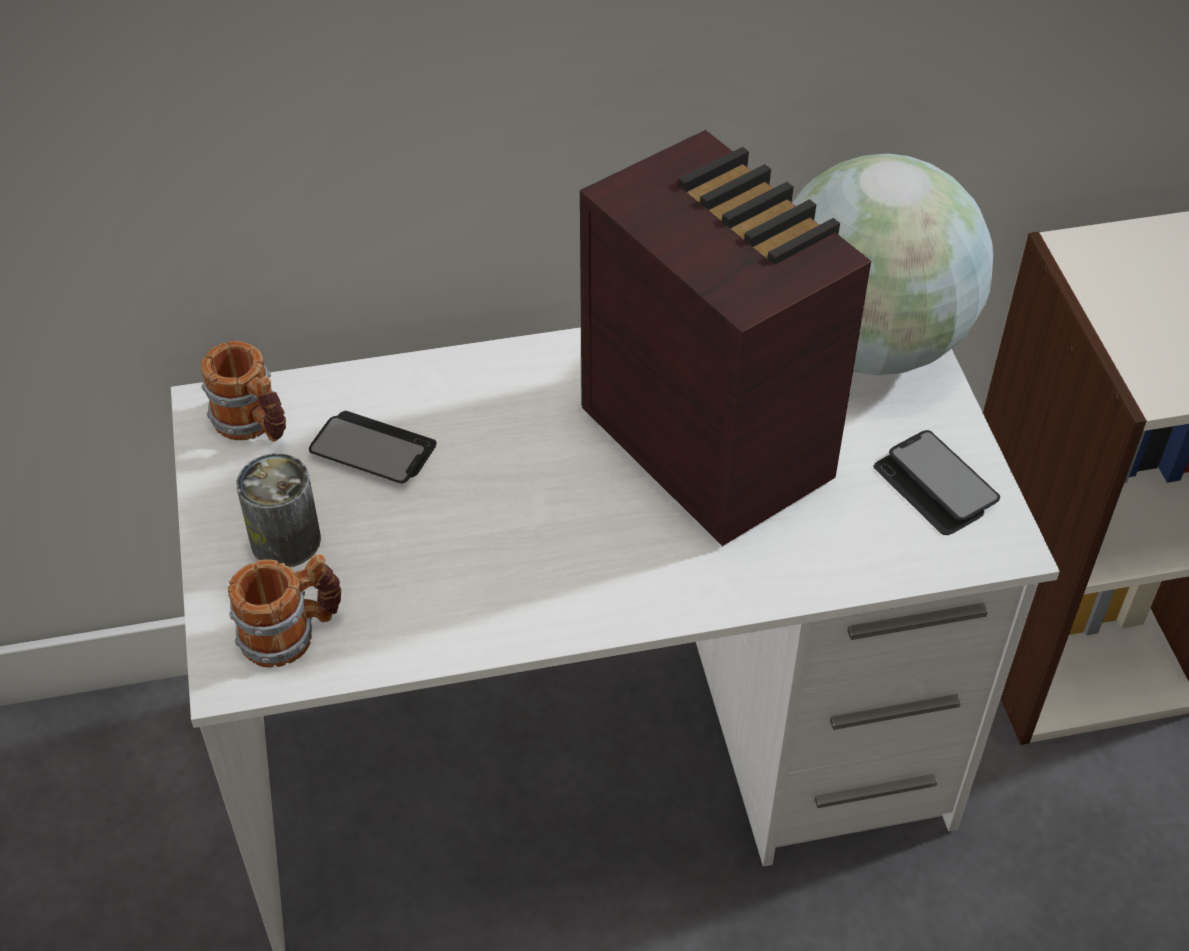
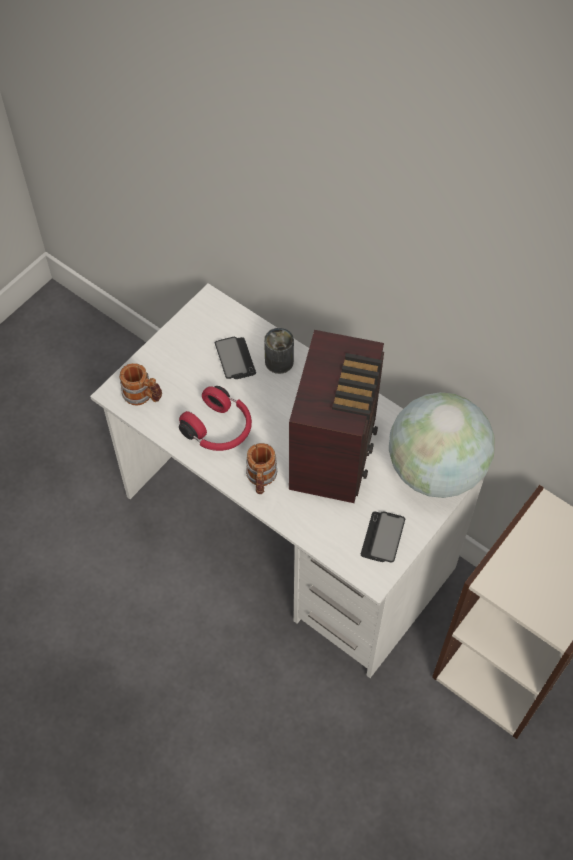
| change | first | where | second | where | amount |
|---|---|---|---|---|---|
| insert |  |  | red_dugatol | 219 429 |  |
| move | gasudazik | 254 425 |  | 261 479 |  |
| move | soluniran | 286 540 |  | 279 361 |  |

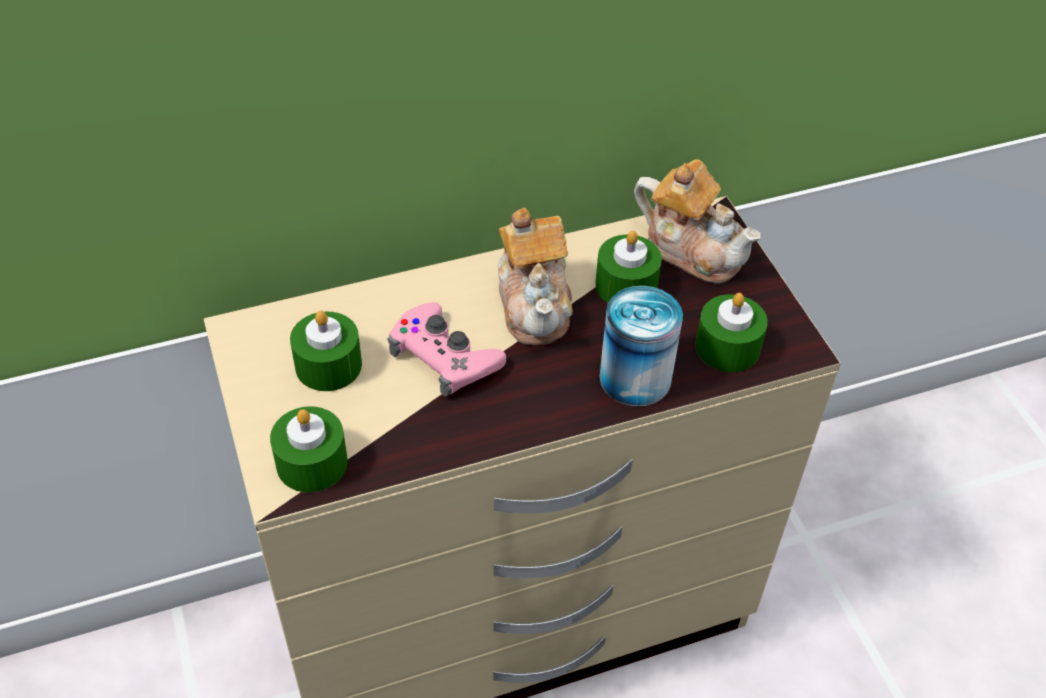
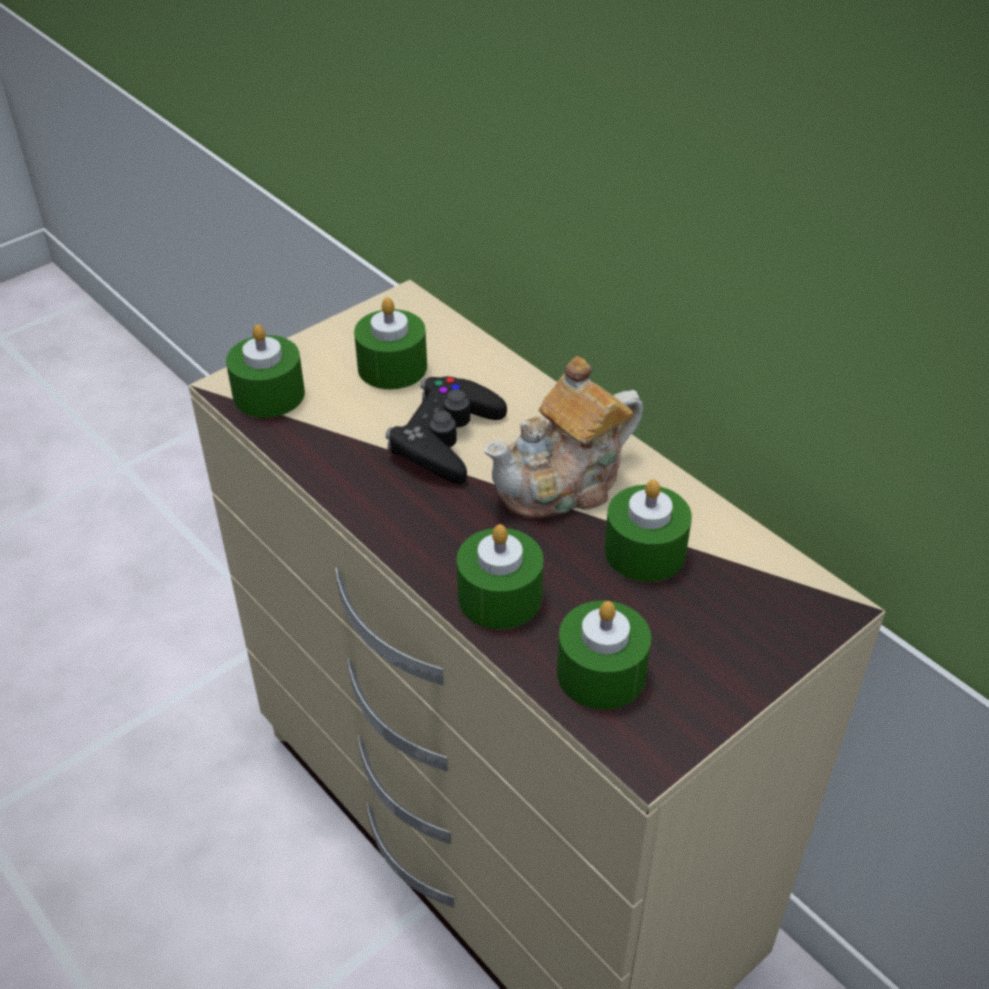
| change | first | where | second | where | amount |
|---|---|---|---|---|---|
| delete | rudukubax | 692 250 |  |  |  |
| replace | soluniran | 635 378 | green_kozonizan | 499 596 |  |
| recolor | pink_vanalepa | 444 357 | black_vanalepa | 446 439 |  |

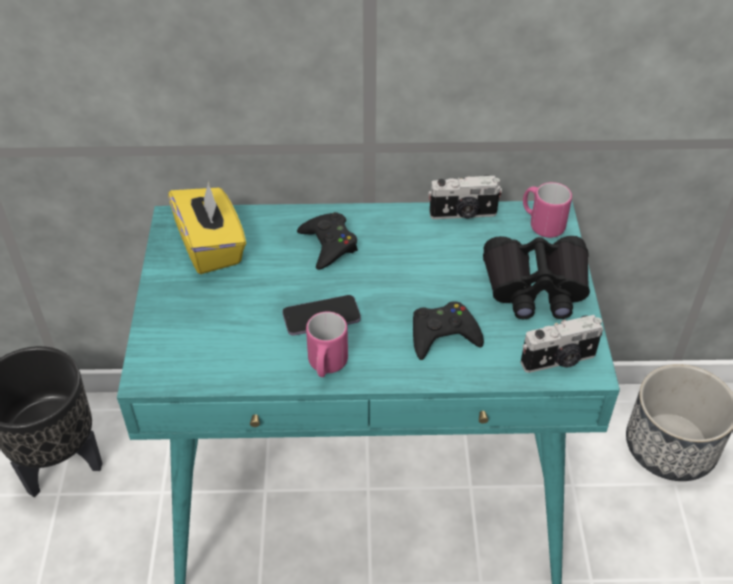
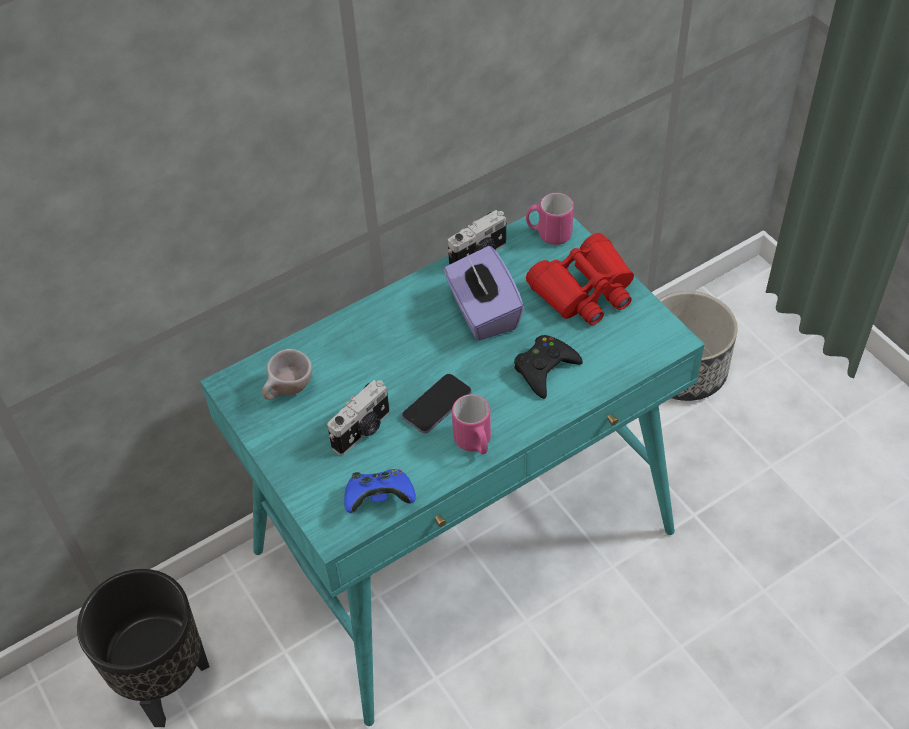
| change | first | where | second | where | amount |
|---|---|---|---|---|---|
| delete | black_vanalepa | 329 245 |  |  |  |
| insert |  |  | blue_vanalepa | 380 499 |  |
| insert |  |  | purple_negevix | 483 312 |  |
| move | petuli | 559 361 |  | 363 431 |  |
| replace | yellow_negevix | 211 247 | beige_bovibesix | 288 392 |  |
| recolor | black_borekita | 536 286 | red_borekita | 584 291 |  |

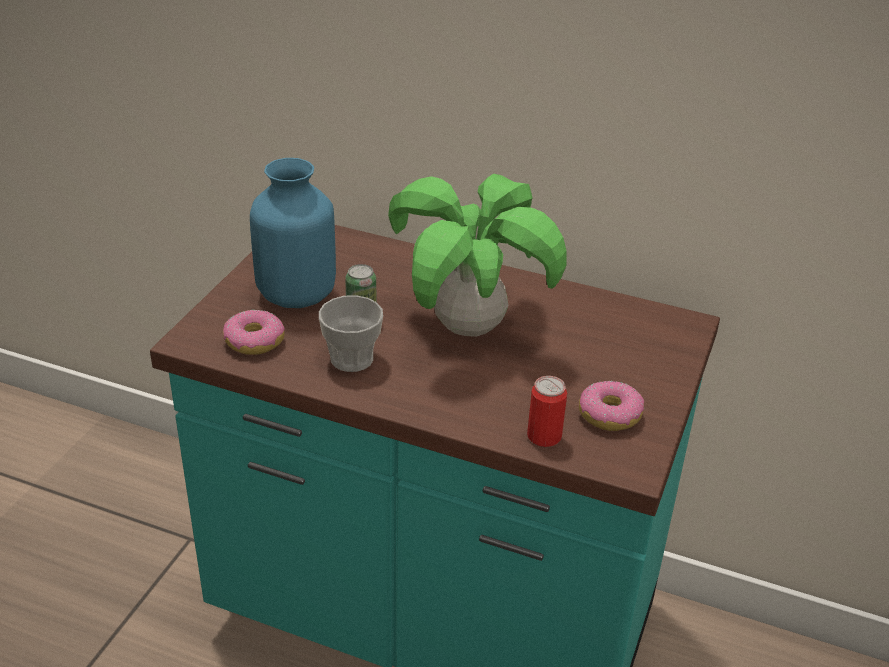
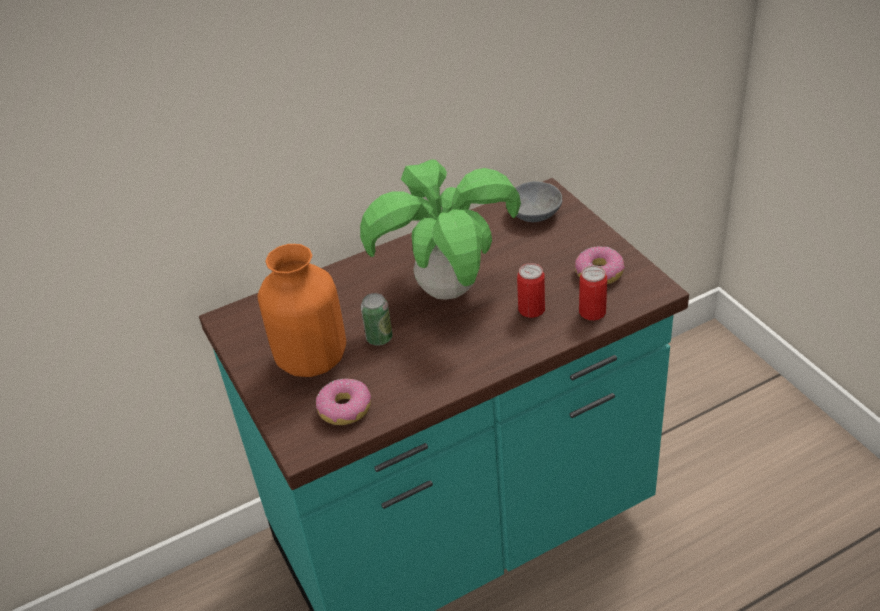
| change | first | where | second | where | amount |
|---|---|---|---|---|---|
| delete | bovibesix | 352 359 |  |  |  |
| insert |  |  | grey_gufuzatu | 532 212 |  |
| insert |  |  | soluniran | 531 309 |  |
| recolor | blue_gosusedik | 297 295 | orange_gosusedik | 313 359 |  |

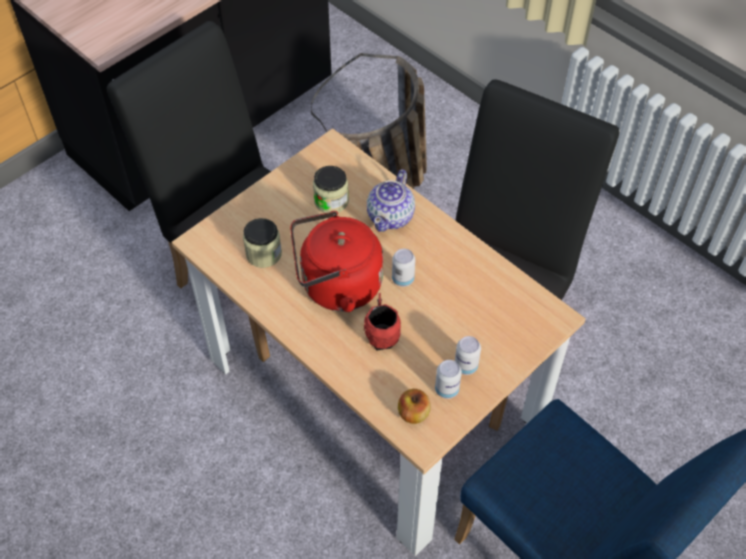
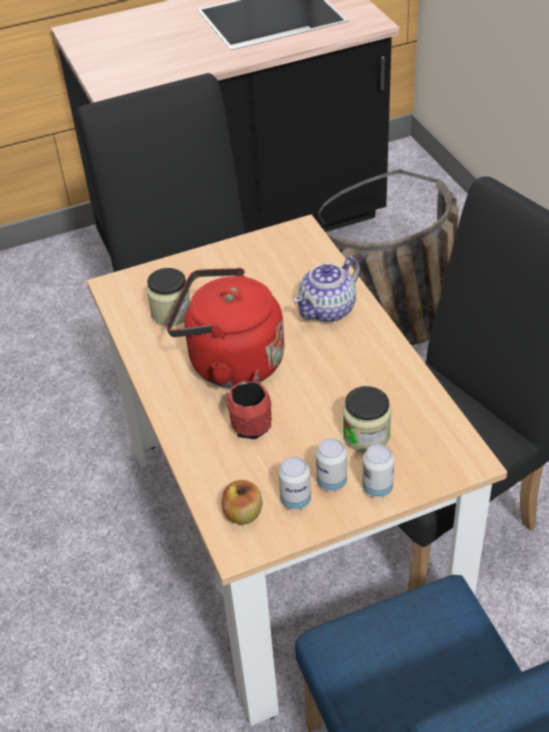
| change | first | where | second | where | amount |
|---|---|---|---|---|---|
| move | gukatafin | 331 201 |  | 366 435 |  |
| move | soluniran | 403 279 |  | 377 488 |  |

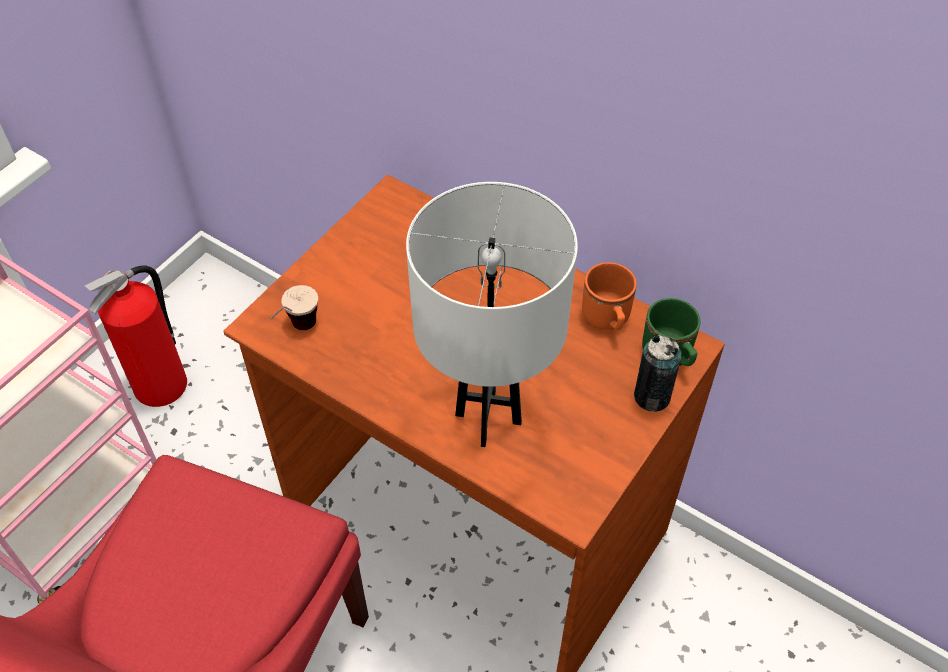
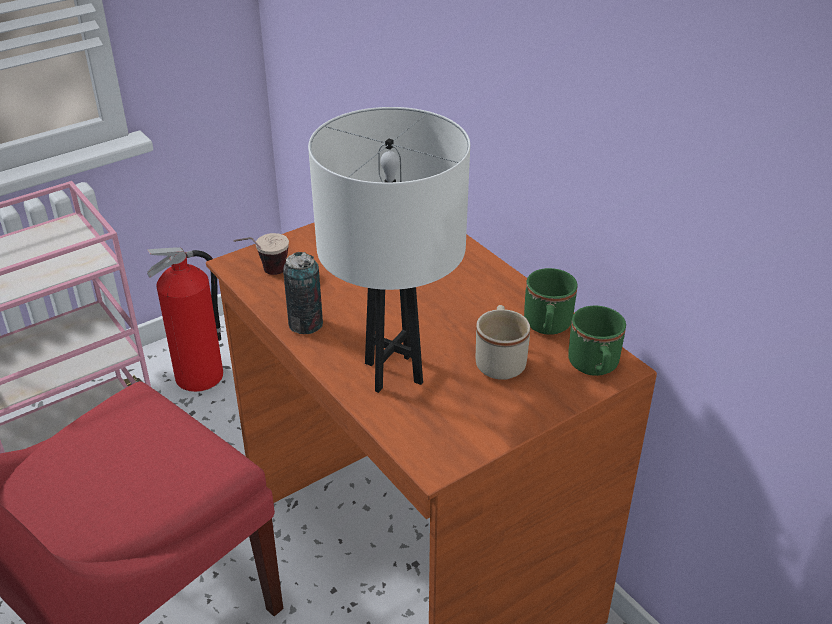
| change | first | where | second | where | amount |
|---|---|---|---|---|---|
| insert |  |  | beige_gasudazik | 500 360 |  |
| move | soluniran | 652 397 |  | 305 324 |  |
| recolor | orange_gasudazik | 607 319 | green_gasudazik | 547 327 |  |

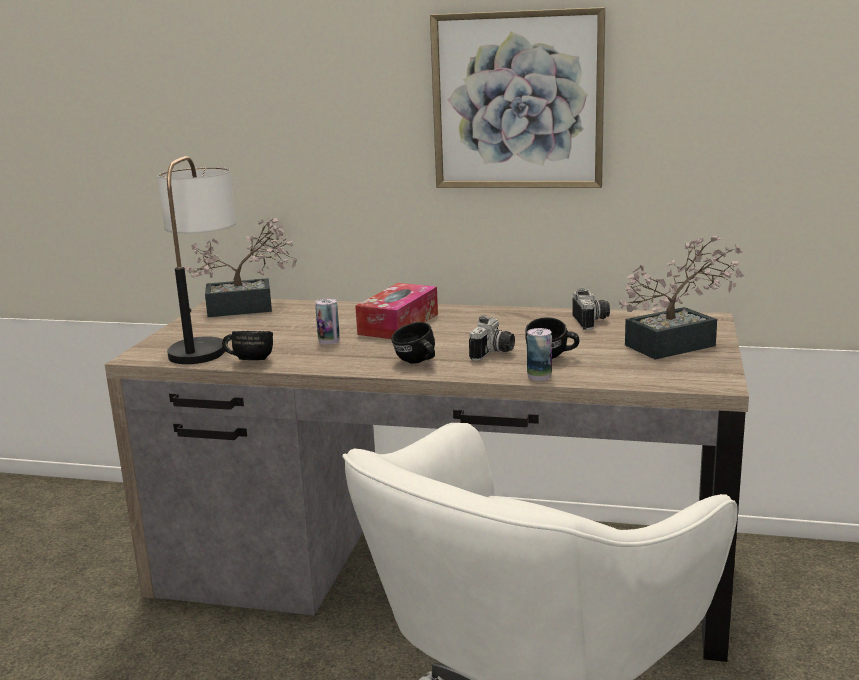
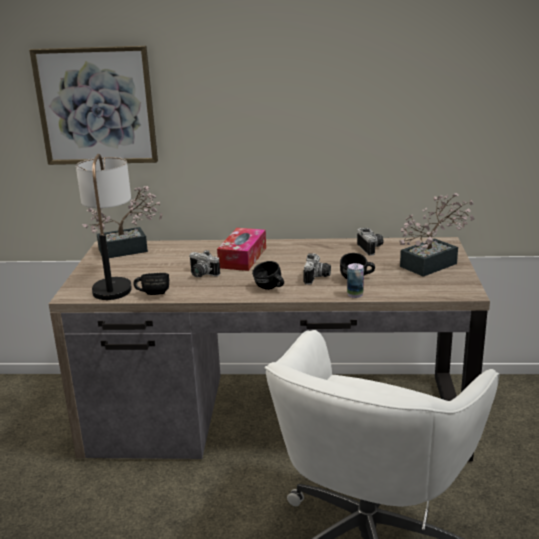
| change | first | where | second | where | amount |
|---|---|---|---|---|---|
| move | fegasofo | 517 101 |  | 96 106 |  |
| replace | soluniran | 329 341 | petuli | 201 274 |  |

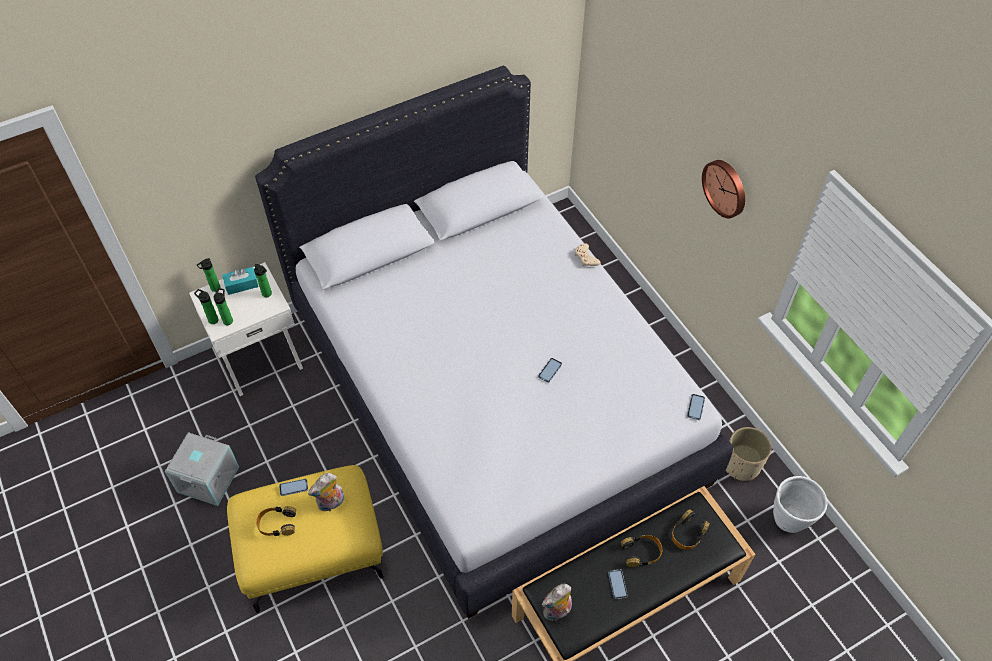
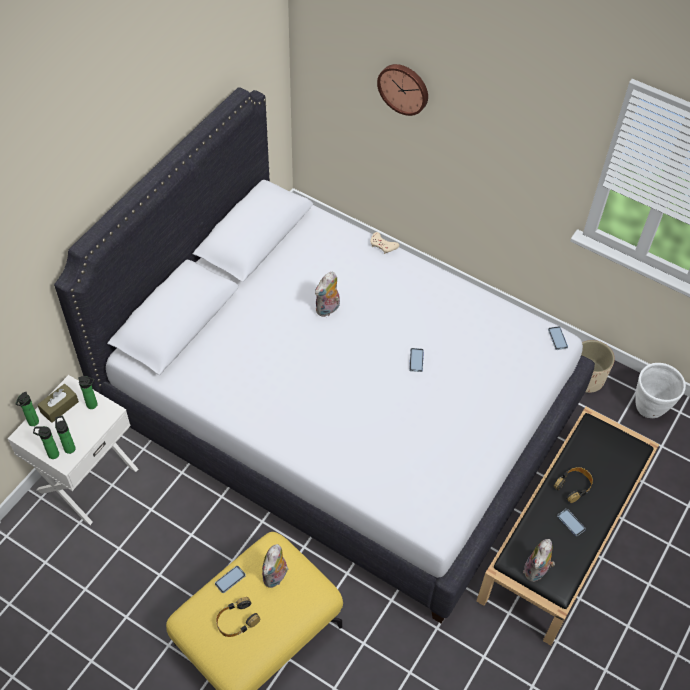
| change | first | where | second | where | amount |
|---|---|---|---|---|---|
| delete | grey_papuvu | 207 478 |  |  |  |
| delete | dugatol | 688 533 |  |  |  |
| insert |  |  | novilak | 328 309 |  |
| move | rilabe | 726 187 |  | 404 88 |  |
| recolor | turquoise_negevix | 242 285 | brown_negevix | 59 407 |  |

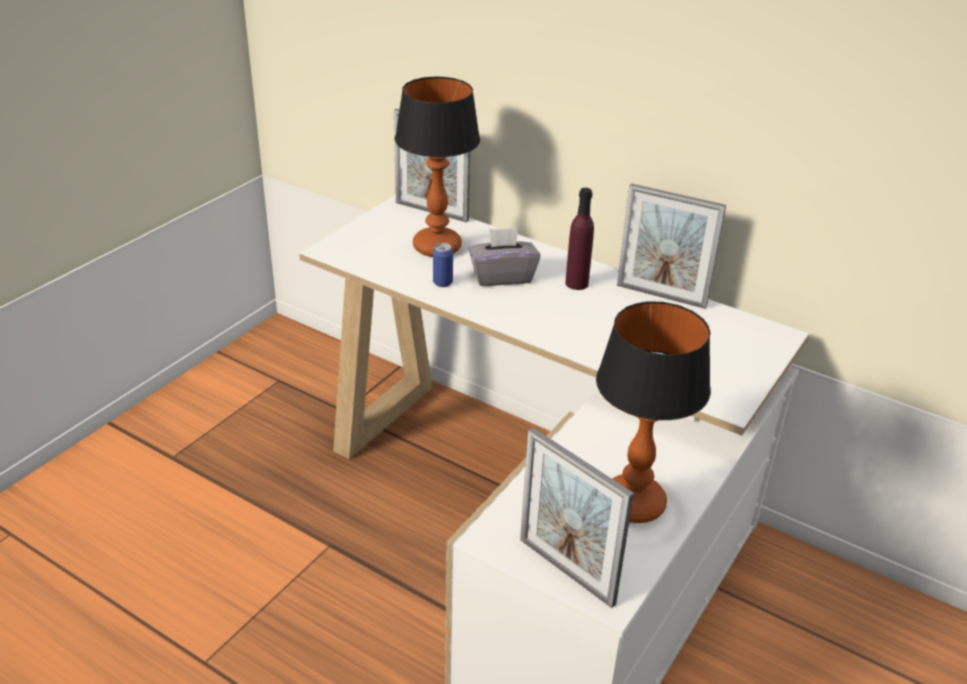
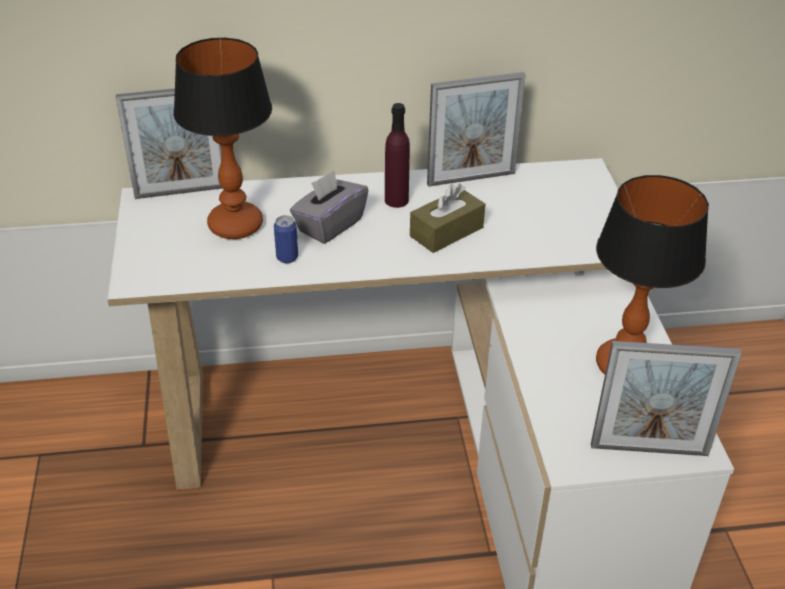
| change | first | where | second | where | amount |
|---|---|---|---|---|---|
| insert |  |  | brown_negevix | 446 232 |  |

